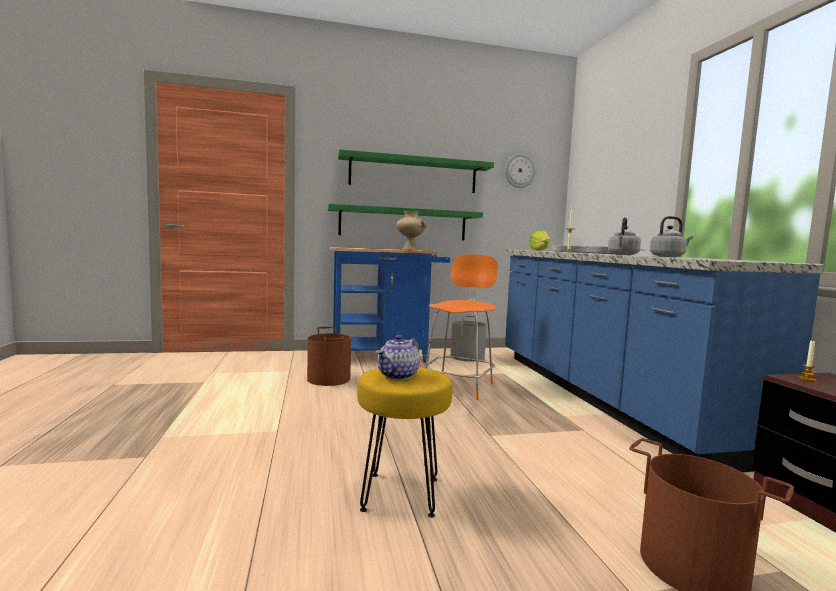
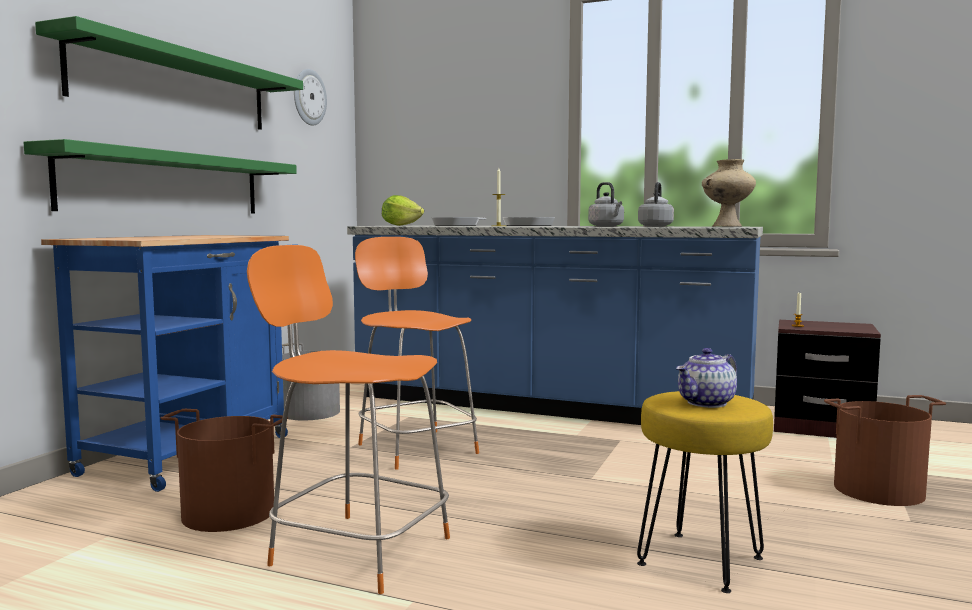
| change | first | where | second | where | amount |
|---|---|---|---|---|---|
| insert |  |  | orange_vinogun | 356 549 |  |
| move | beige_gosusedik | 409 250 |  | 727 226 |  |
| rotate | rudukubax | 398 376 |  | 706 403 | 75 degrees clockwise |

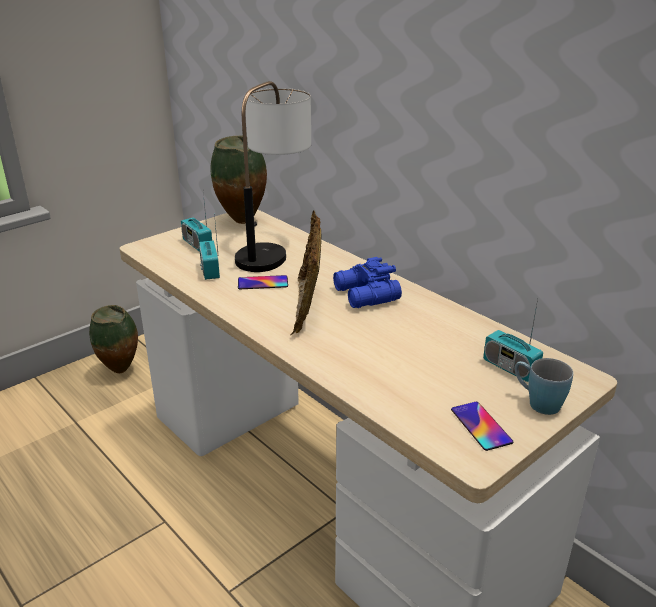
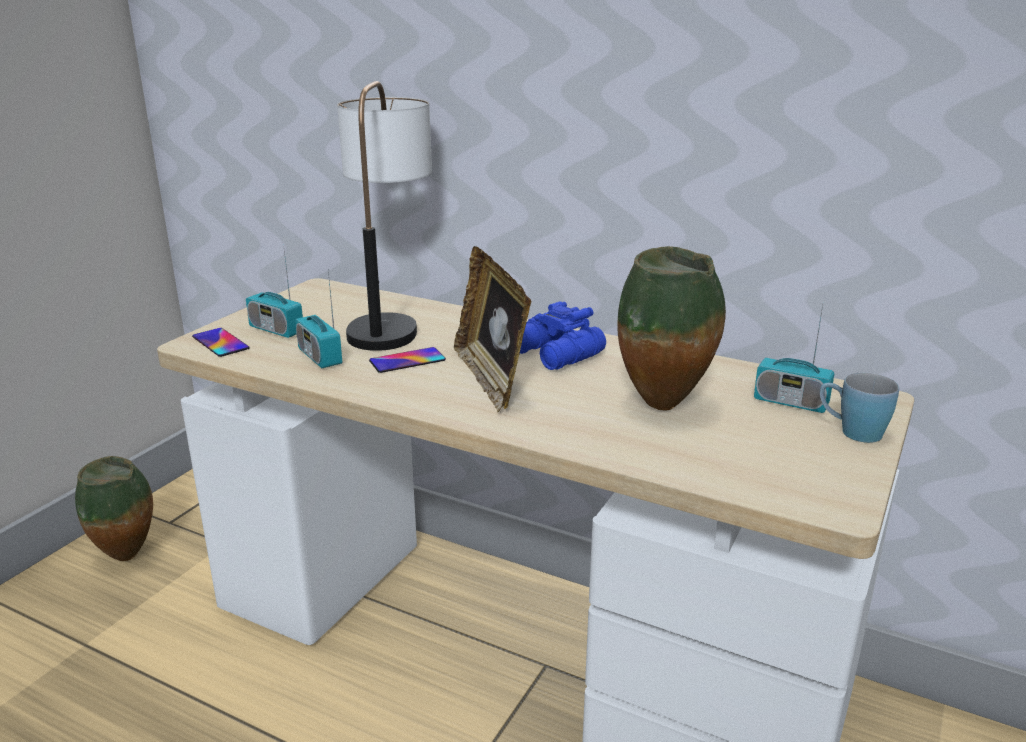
| change | first | where | second | where | amount |
|---|---|---|---|---|---|
| move | gosusedik | 242 222 |  | 664 408 |  |
| move | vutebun | 481 426 |  | 220 343 |  |

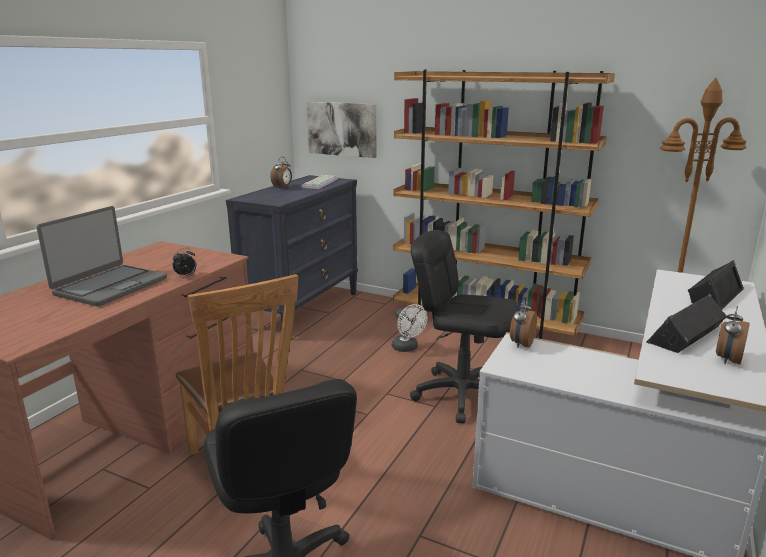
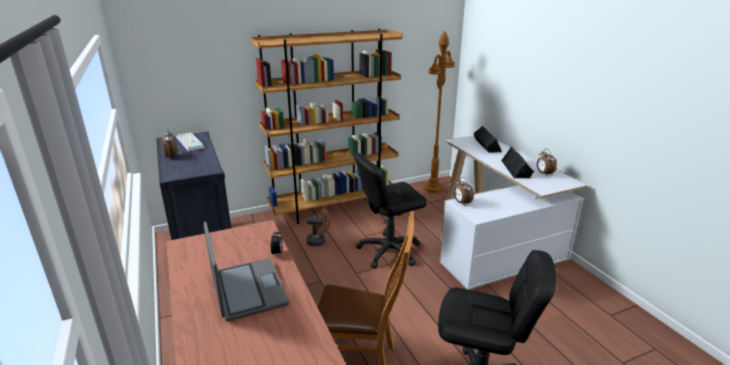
| change | first | where | second | where | amount |
|---|---|---|---|---|---|
| delete | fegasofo | 342 129 |  |  |  |
| recolor | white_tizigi | 407 348 | brown_tizigi | 319 241 |  |

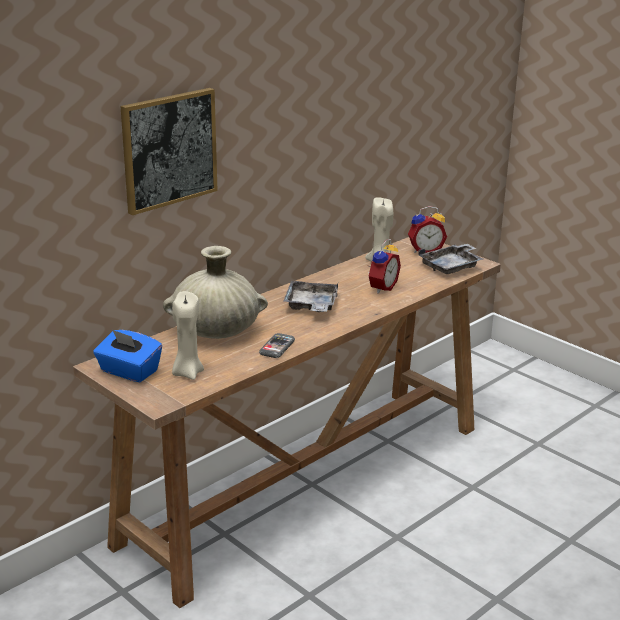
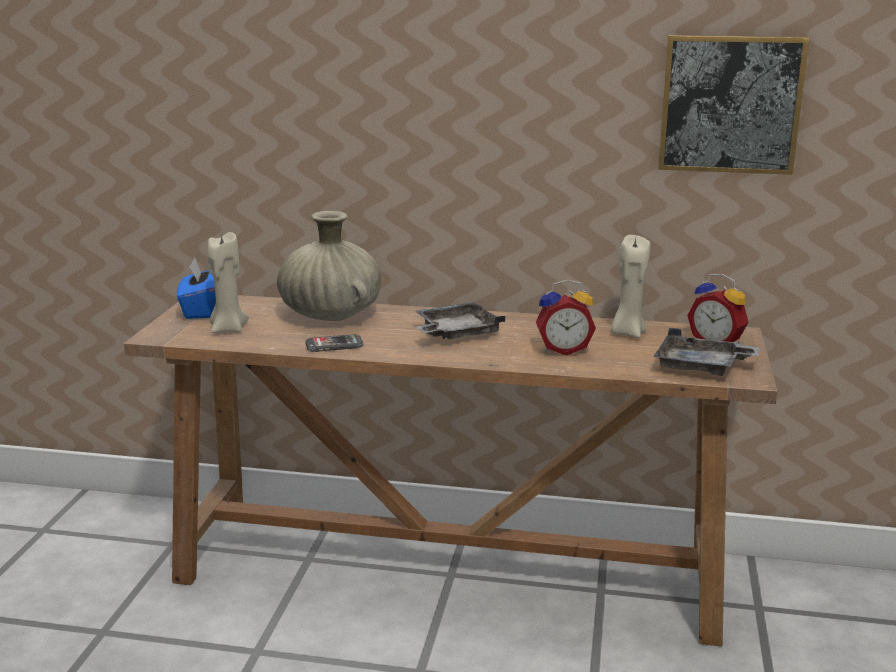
| change | first | where | second | where | amount |
|---|---|---|---|---|---|
| move | fegasofo | 169 149 |  | 730 104 |  |

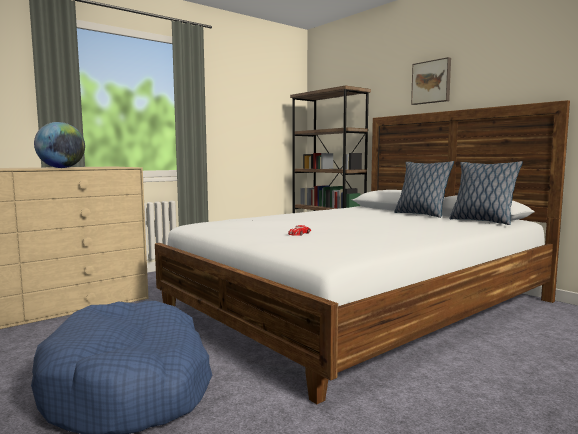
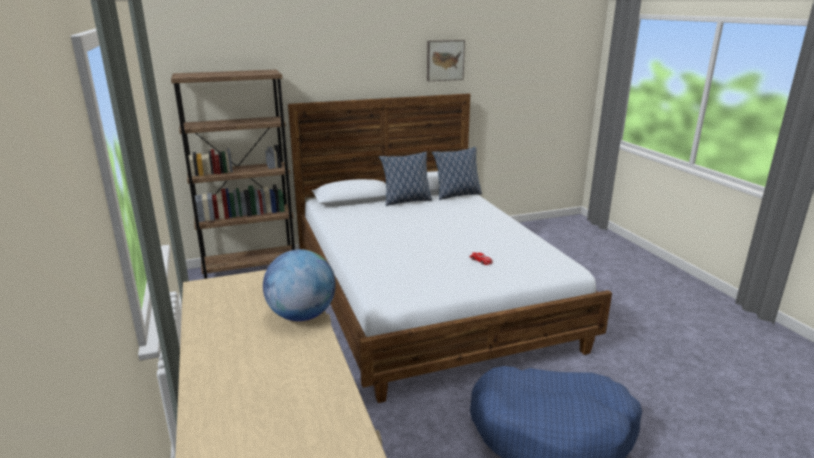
| change | first | where | second | where | amount |
|---|---|---|---|---|---|
| move | fegasofo | 431 82 |  | 444 60 |  |

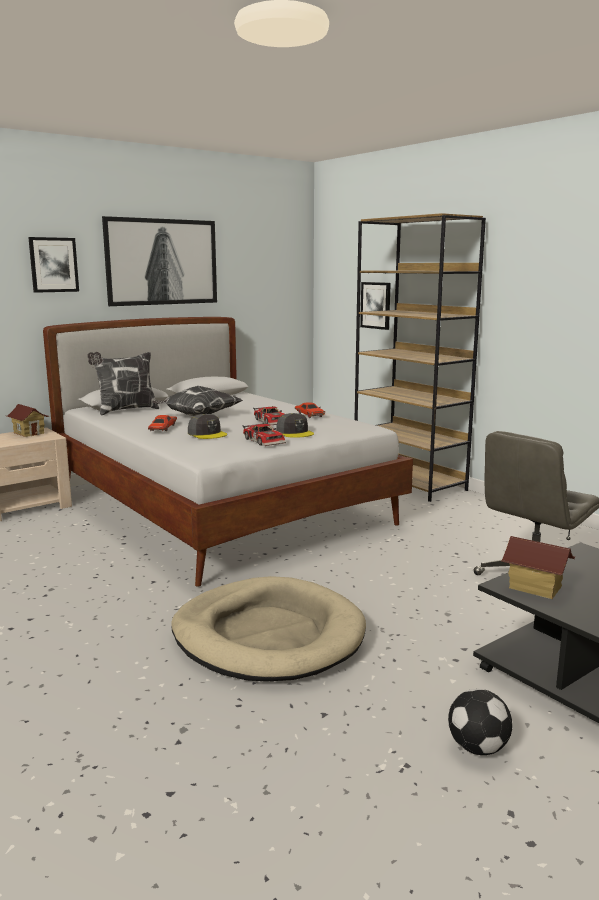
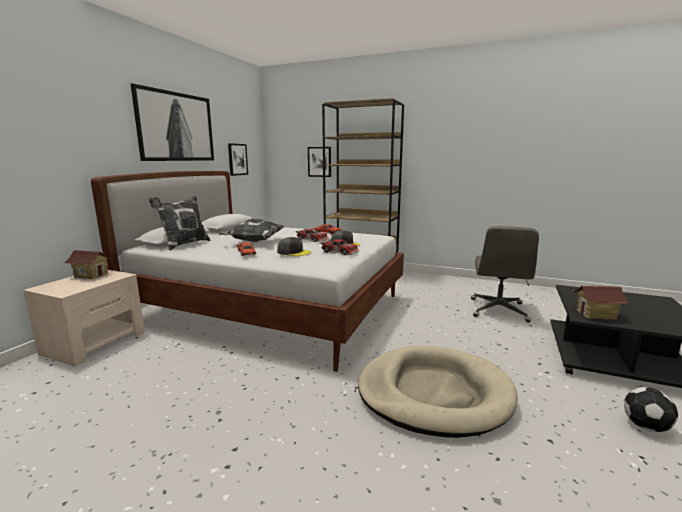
| change | first | where | second | where | amount |
|---|---|---|---|---|---|
| move | fegasofo | 53 265 |  | 237 159 |  |

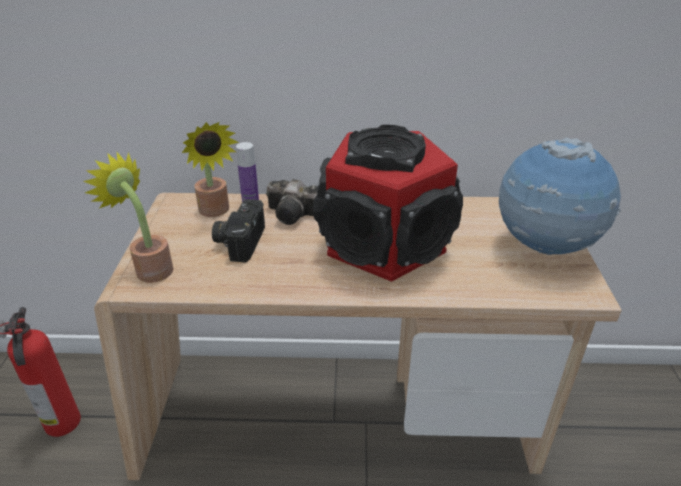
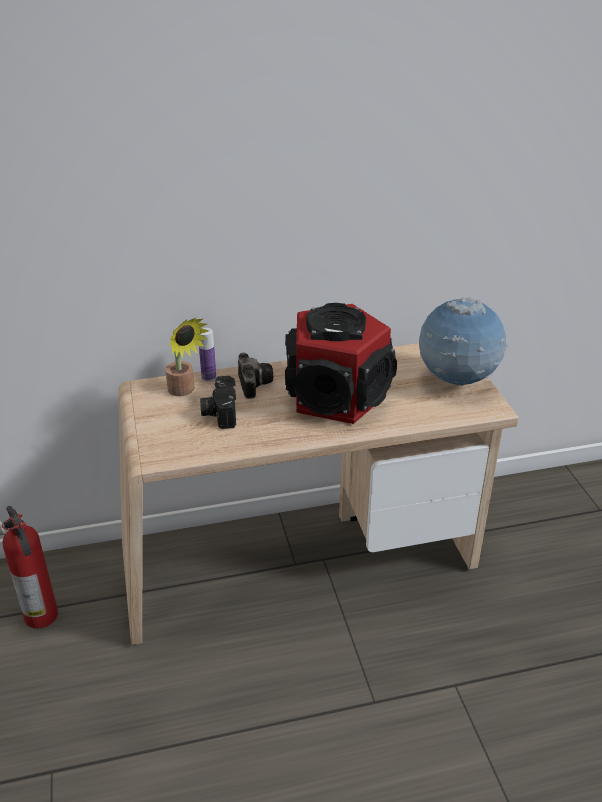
| change | first | where | second | where | amount |
|---|---|---|---|---|---|
| delete | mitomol | 149 268 |  |  |  |
| rotate | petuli | 295 214 |  | 253 383 | 105 degrees counterclockwise |

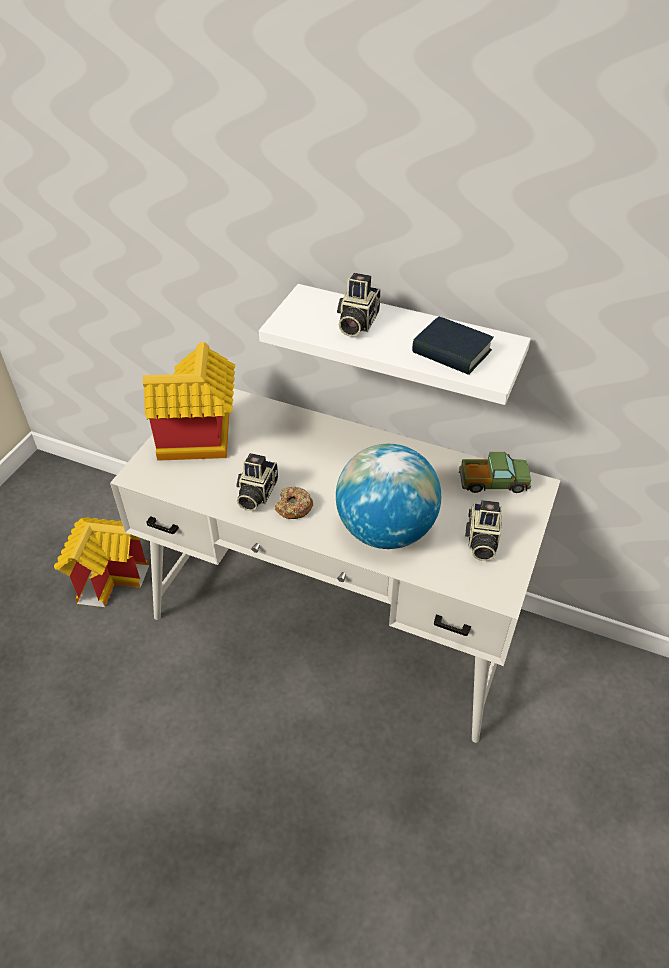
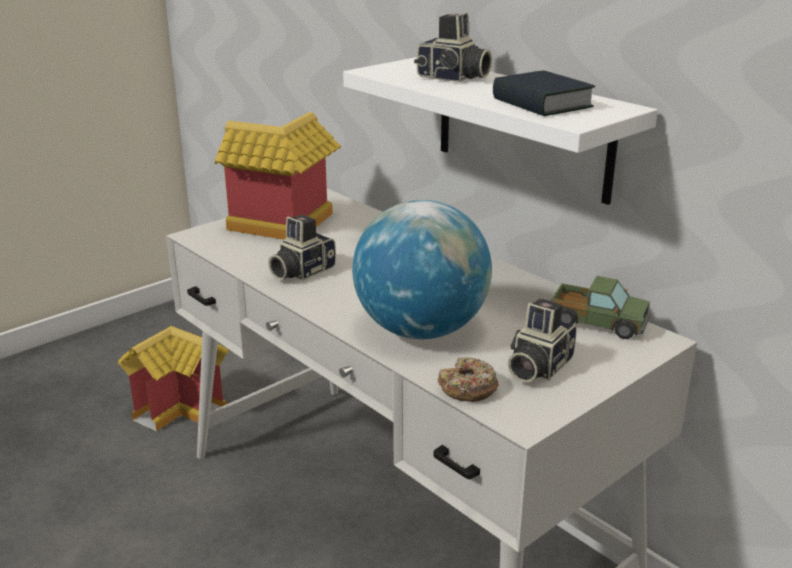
| change | first | where | second | where | amount |
|---|---|---|---|---|---|
| move | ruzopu | 293 507 |  | 468 388 |  |
| rotate | petuli | 356 323 |  | 453 78 | 105 degrees counterclockwise |

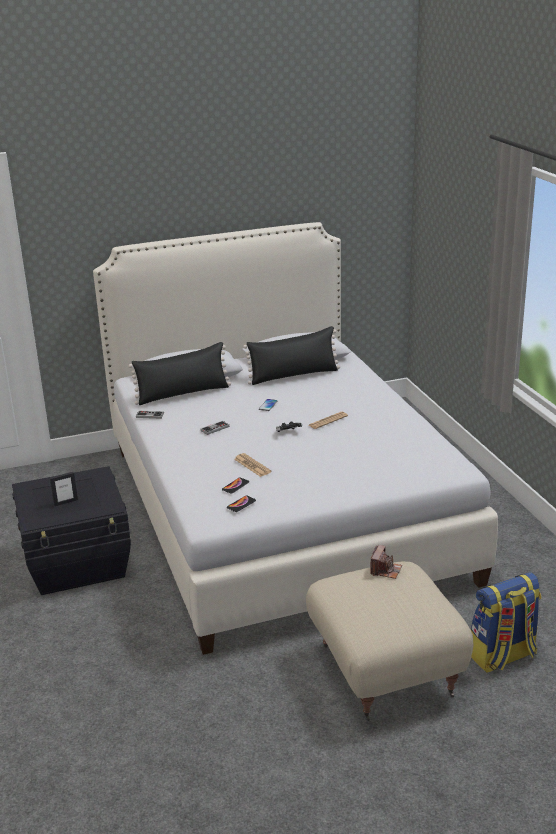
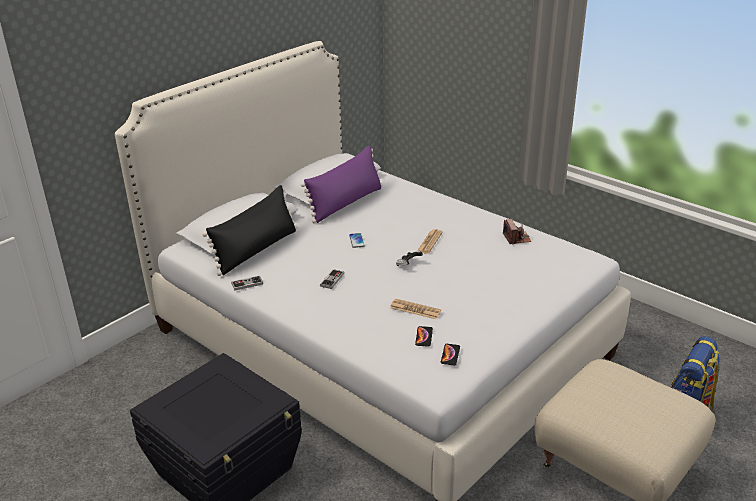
| change | first | where | second | where | amount |
|---|---|---|---|---|---|
| delete | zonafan | 65 502 |  |  |  |
| move | petuli | 385 570 |  | 516 238 |  |
| recolor | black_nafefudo | 293 375 | purple_nafefudo | 346 203 |  |

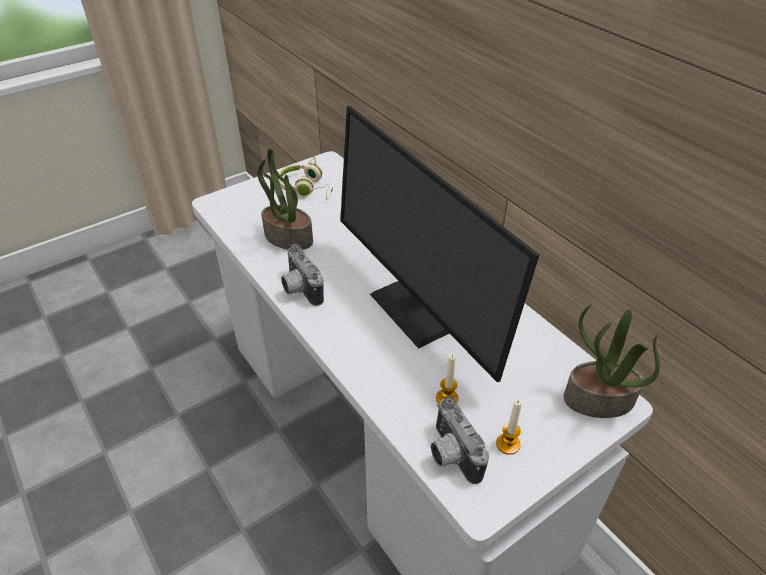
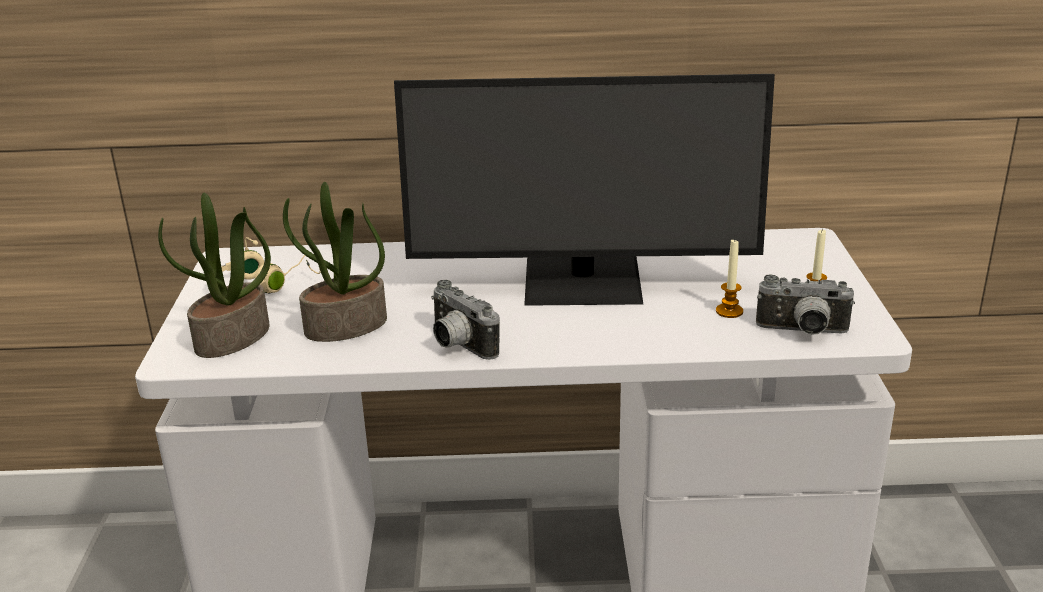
| change | first | where | second | where | amount |
|---|---|---|---|---|---|
| move | mitomol | 598 401 |  | 232 339 |  |
| rotate | petuli | 299 289 |  | 457 345 | 45 degrees clockwise |

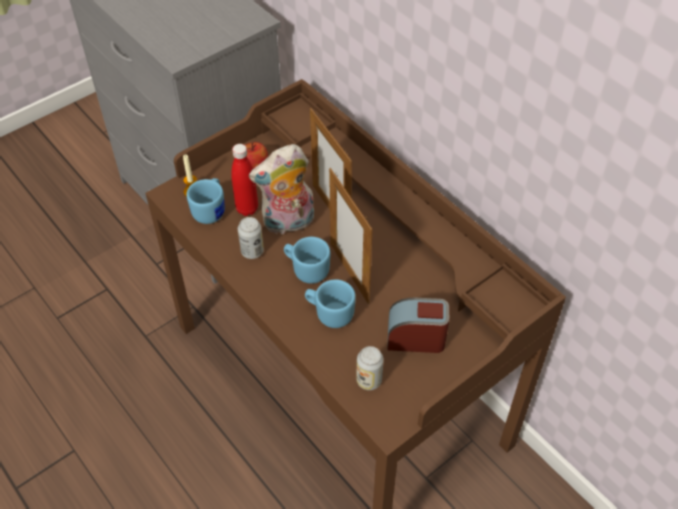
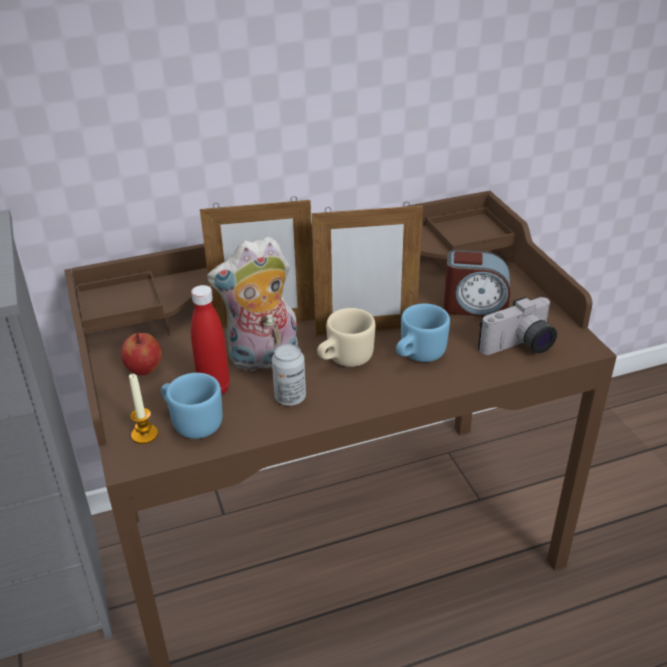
| change | first | where | second | where | amount |
|---|---|---|---|---|---|
| replace | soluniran | 369 380 | petuli | 520 347 |  |
| recolor | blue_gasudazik | 306 269 | beige_gasudazik | 344 359 |  |
| rotate | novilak | 288 223 |  | 263 360 | 75 degrees clockwise |
| rotate | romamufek | 416 338 |  | 475 306 | 105 degrees counterclockwise |

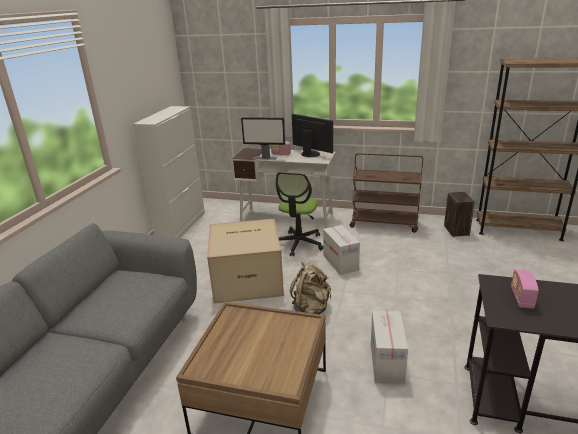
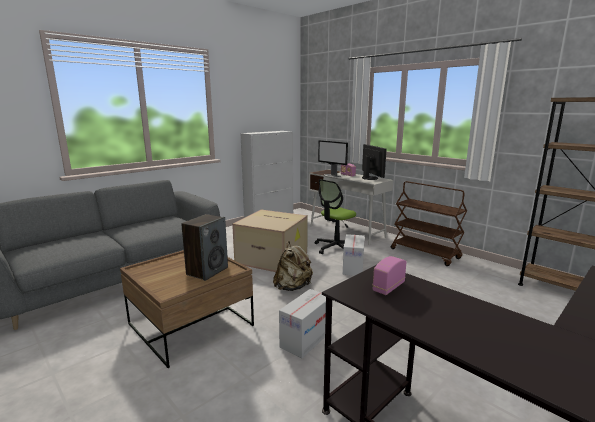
| change | first | where | second | where | amount |
|---|---|---|---|---|---|
| move | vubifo | 456 230 |  | 207 271 |  |

